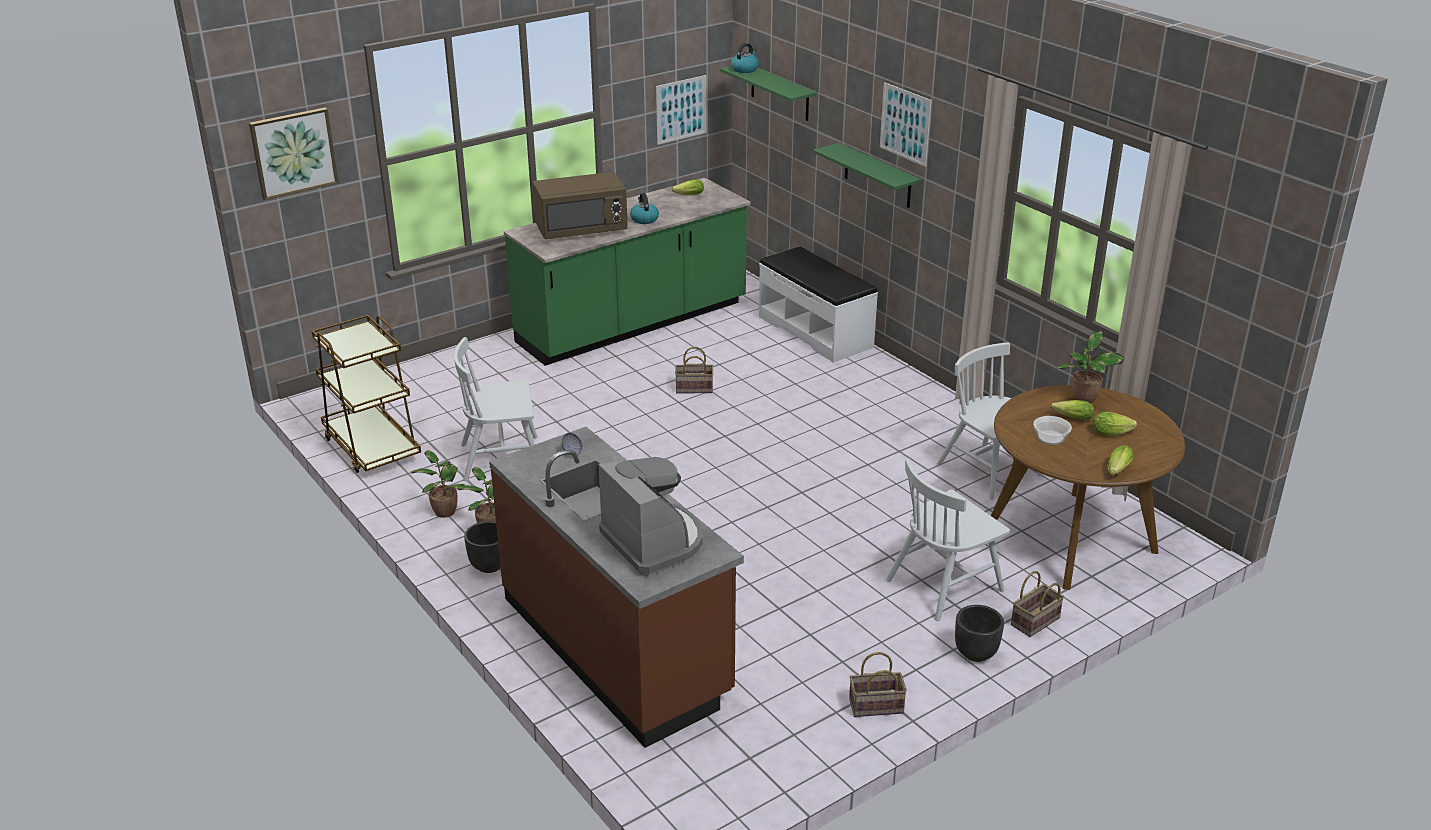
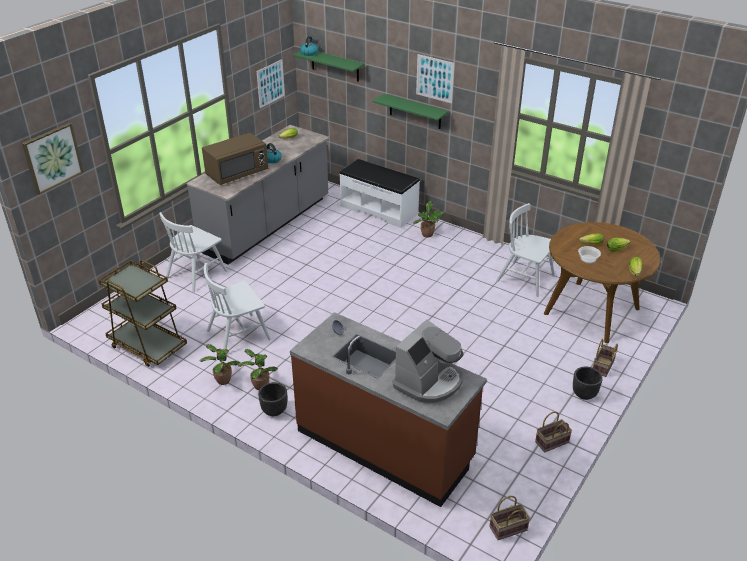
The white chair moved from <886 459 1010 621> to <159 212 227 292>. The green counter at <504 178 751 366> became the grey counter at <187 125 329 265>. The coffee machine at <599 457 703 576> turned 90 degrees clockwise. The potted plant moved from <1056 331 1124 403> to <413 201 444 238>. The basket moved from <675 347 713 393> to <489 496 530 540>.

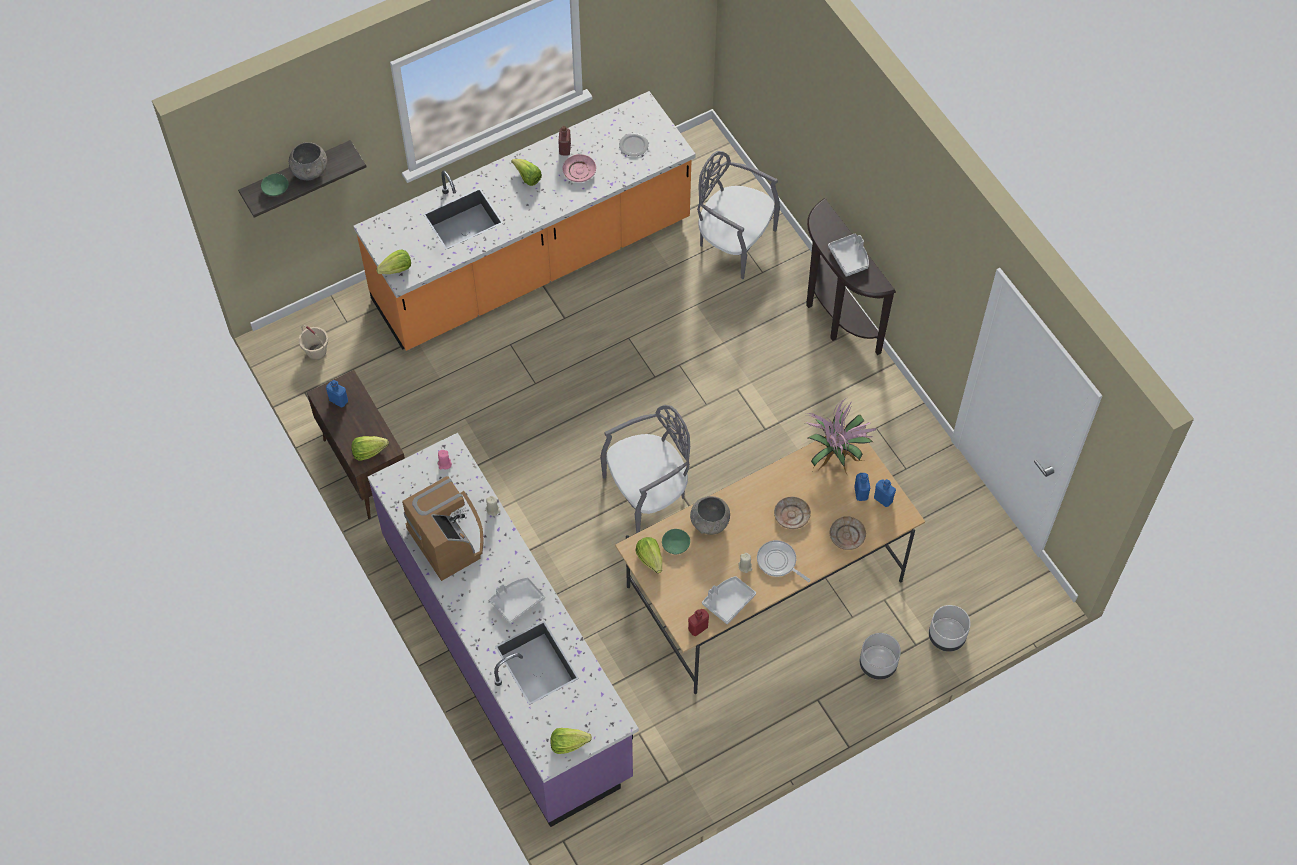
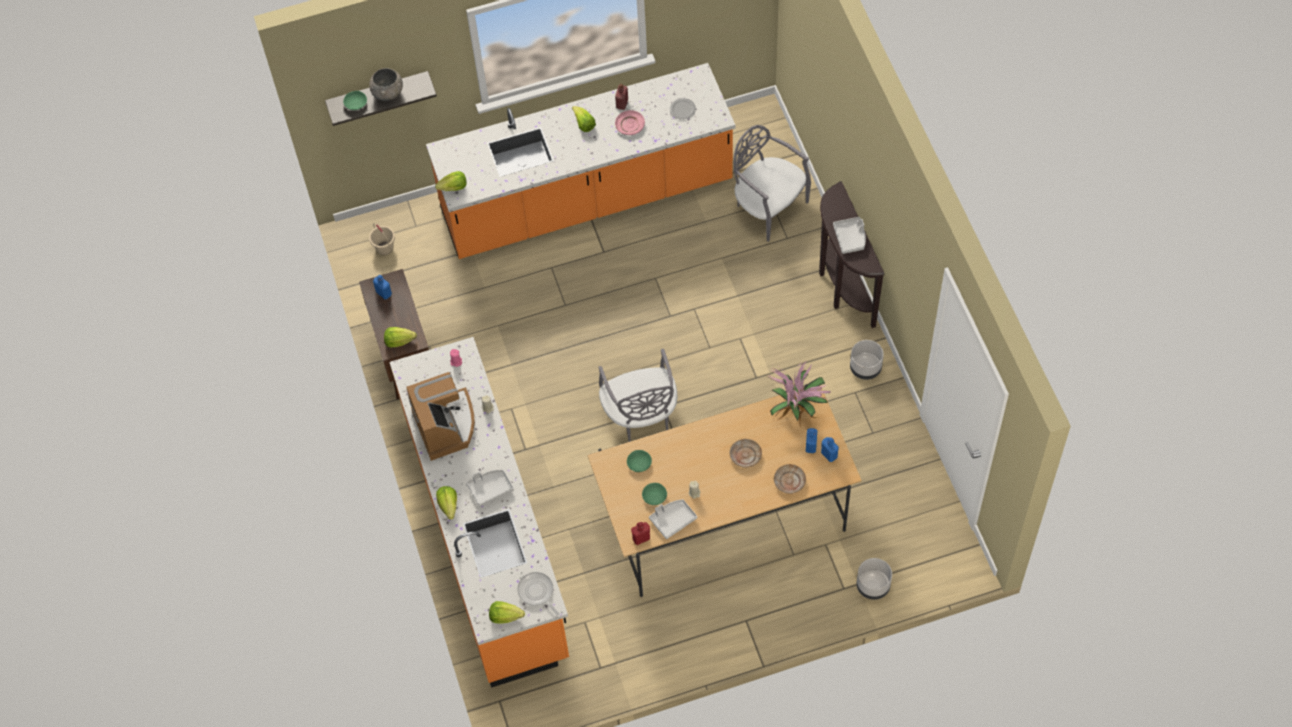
The purple counter at <368 433 639 827> became the orange counter at <390 337 569 688>. The lettuce moved from <636 537 662 573> to <436 486 457 519>. The frying pan moved from <757 540 810 582> to <517 572 560 616>. The grey chair at <600 405 690 533> turned 90 degrees clockwise. The green bowl at <642 483 667 505> appeared. The grey planter moved from <860 633 901 680> to <850 340 884 380>. The grey bowl at <690 496 730 535> disappeared.

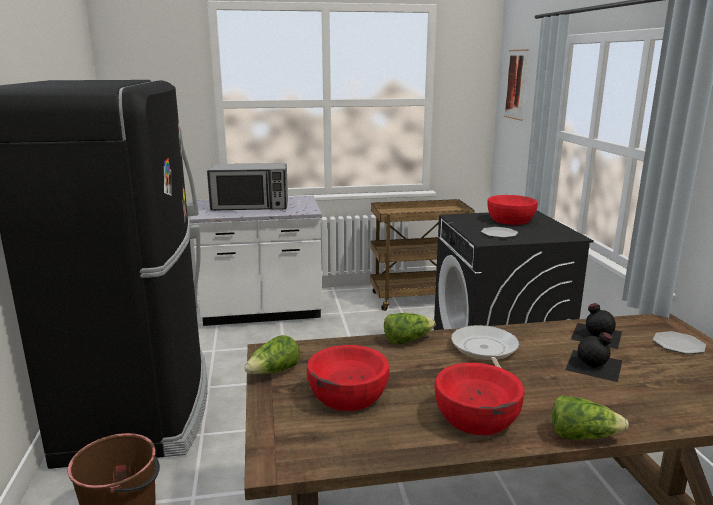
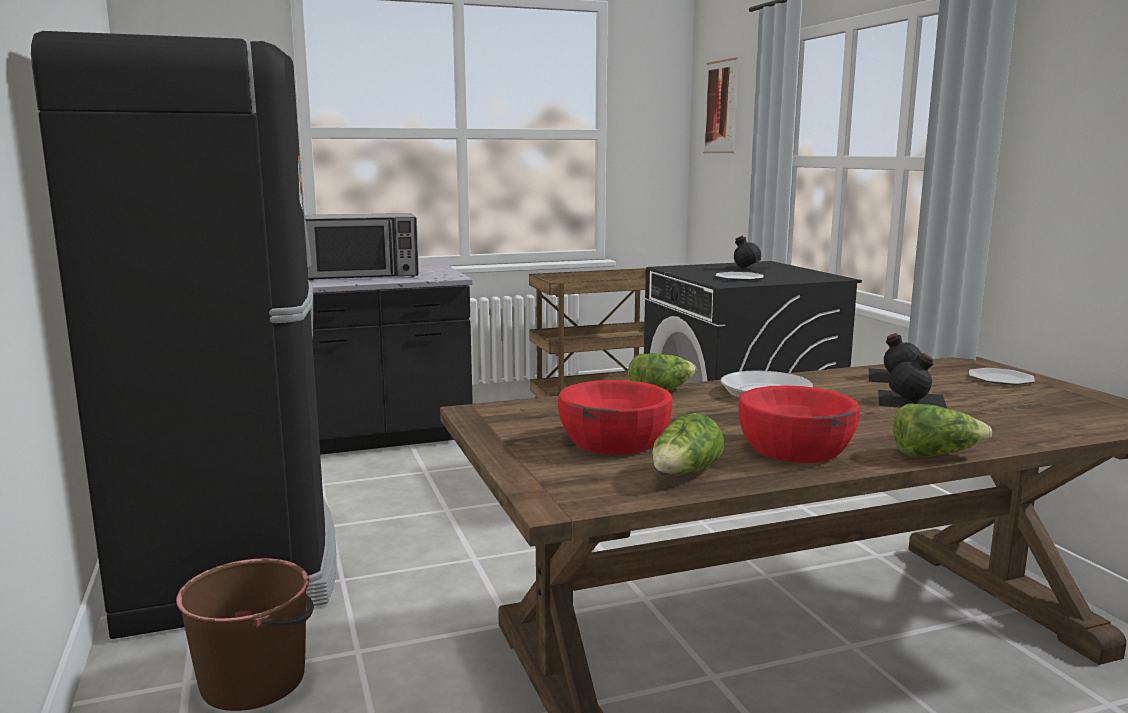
The white counter at <190 196 322 326> became the black counter at <308 265 473 455>. The lettuce moved from <244 335 300 374> to <652 413 724 474>. The red bowl at <487 195 538 225> was replaced by the black bottle at <720 236 770 272>.

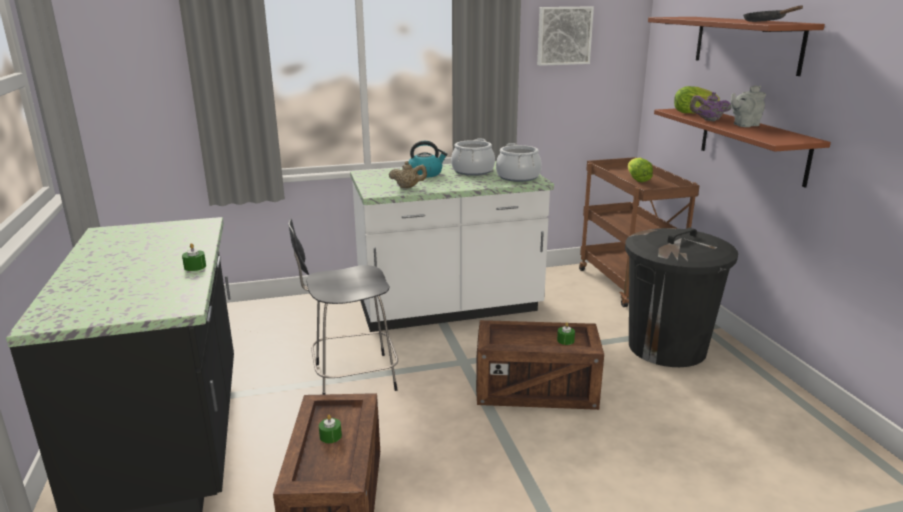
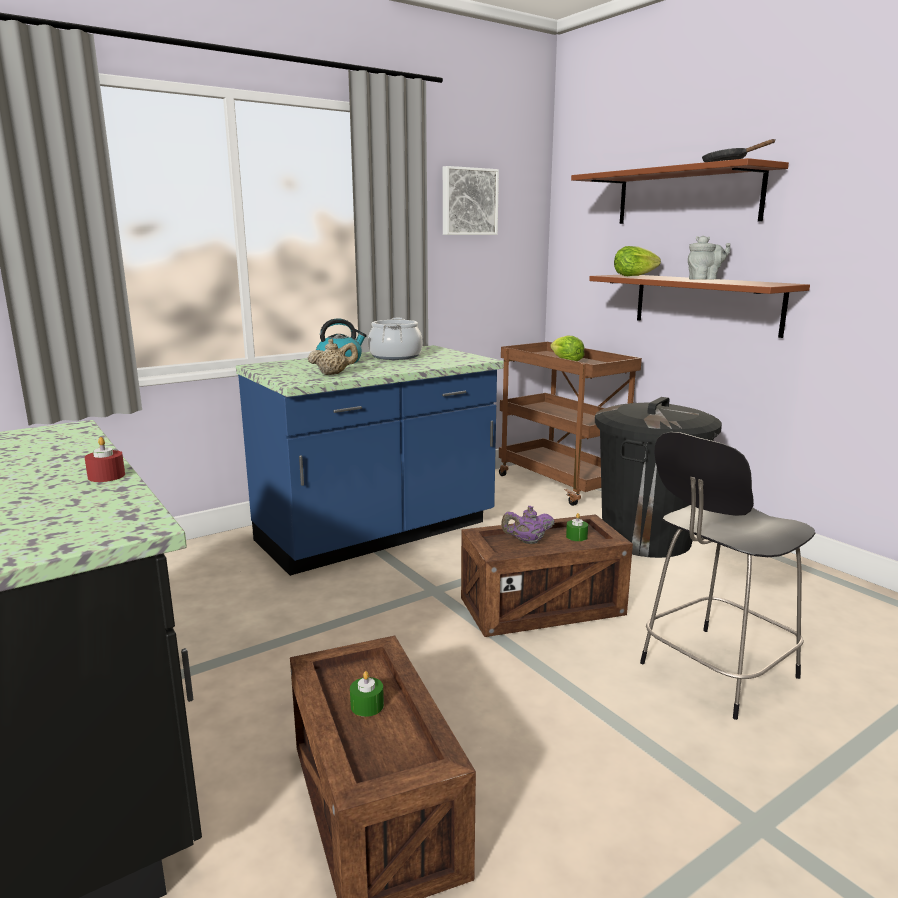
The green candle at <182 243 206 271> became the red candle at <84 437 125 482>. The white counter at <350 161 554 332> became the blue counter at <236 345 504 576>. The purple teapot moved from <690 92 731 121> to <501 506 554 544>. The black chair moved from <288 219 398 395> to <640 432 816 720>. The grey teapot at <731 85 766 127> turned 150 degrees counterclockwise. The cooking pot at <496 143 542 182> disappeared.

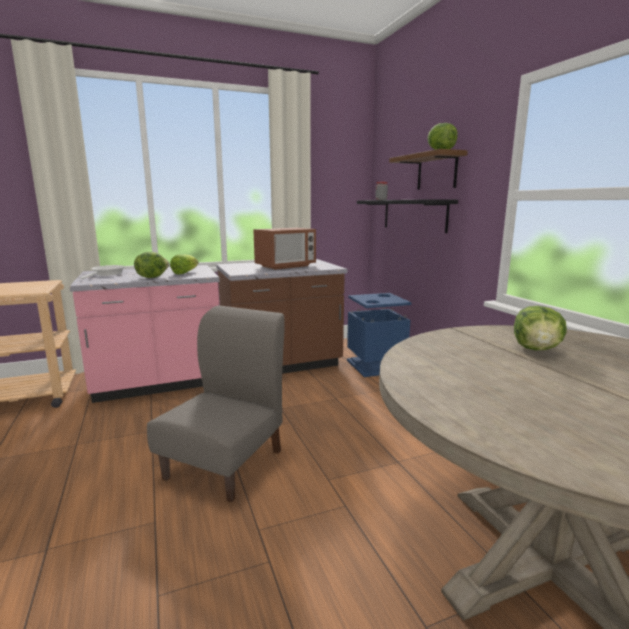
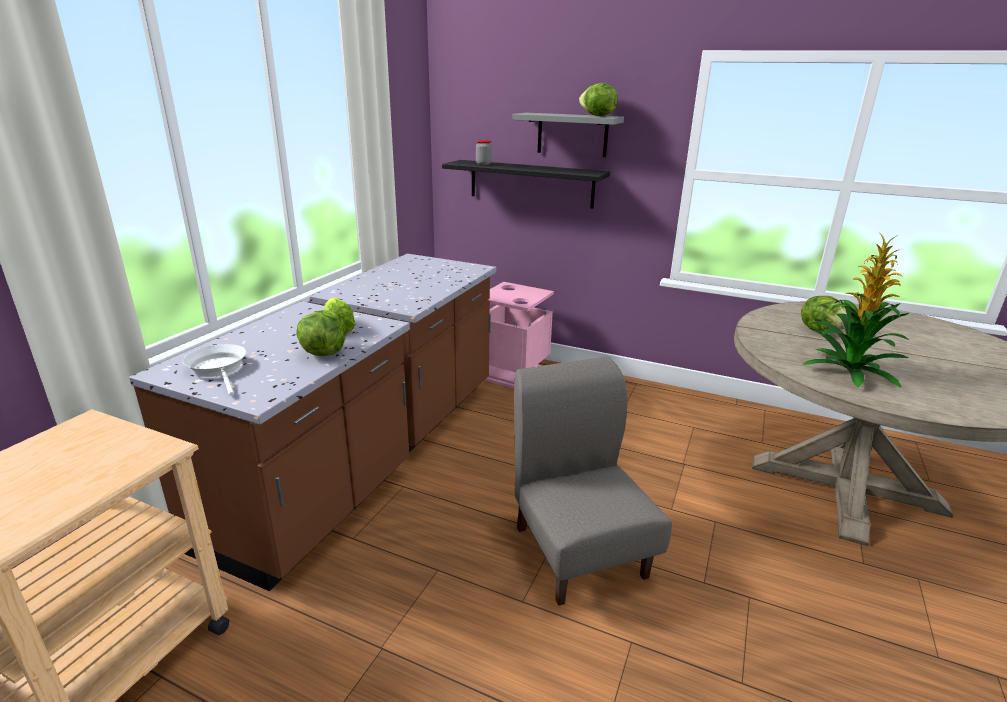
The pink counter at <69 265 220 403> became the brown counter at <129 301 410 591>. The blue trash can at <347 293 412 377> became the pink trash can at <484 282 554 389>. The brown shelf at <389 149 468 190> became the grey shelf at <512 113 624 157>. The potted plant at <803 235 909 387> appeared. The microwave at <253 228 316 270> disappeared.

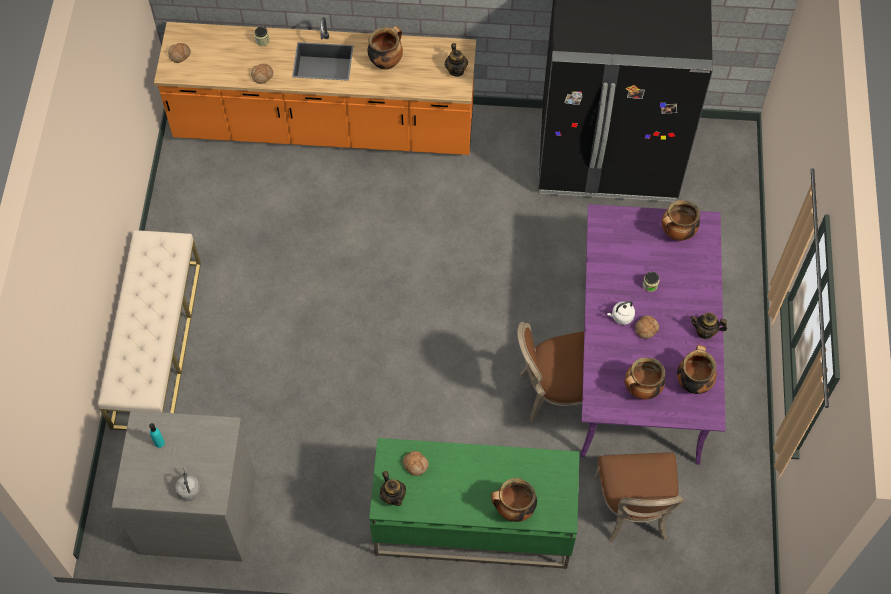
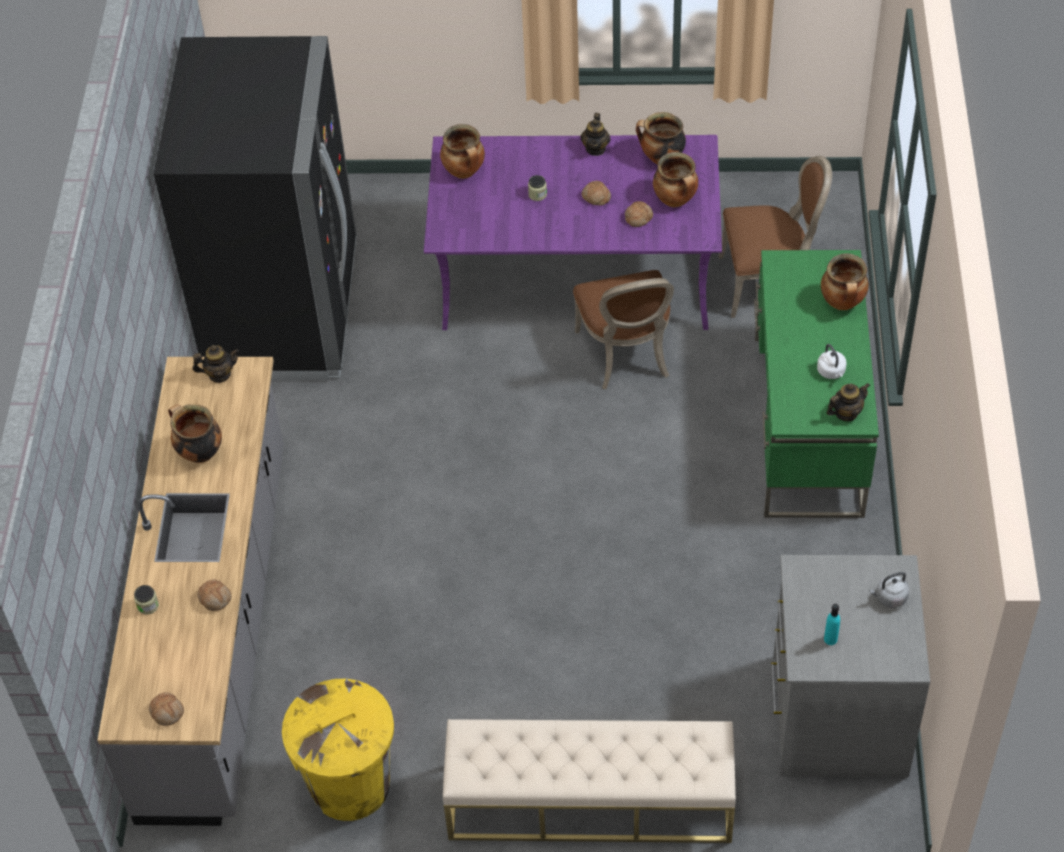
The orange counter at <154 17 476 155> became the grey counter at <97 357 284 826>. The yellow trash can at <282 679 394 821> appeared. The bread moved from <403 451 429 476> to <625 201 653 227>. The white kettle moved from <607 301 635 325> to <817 344 846 379>.

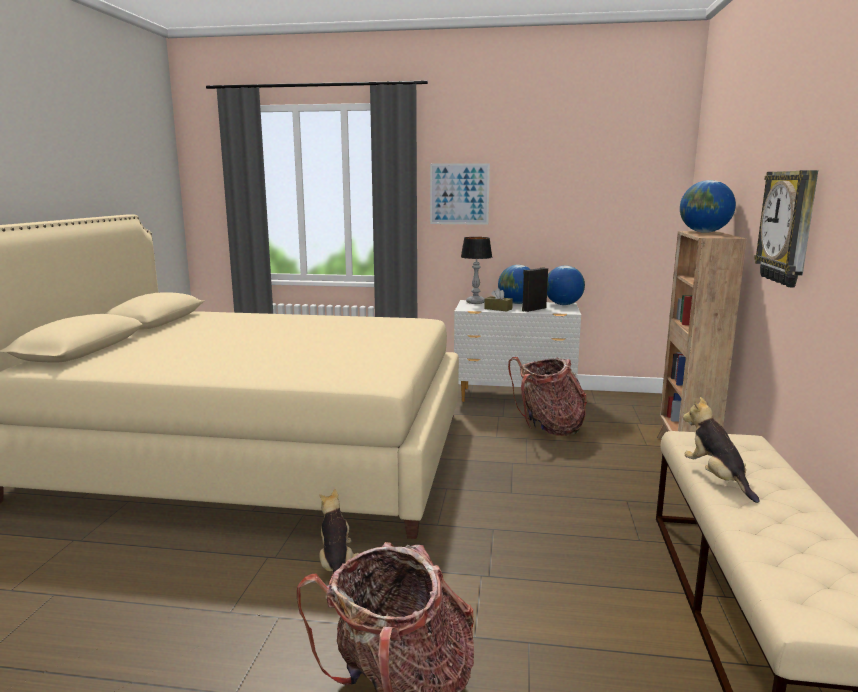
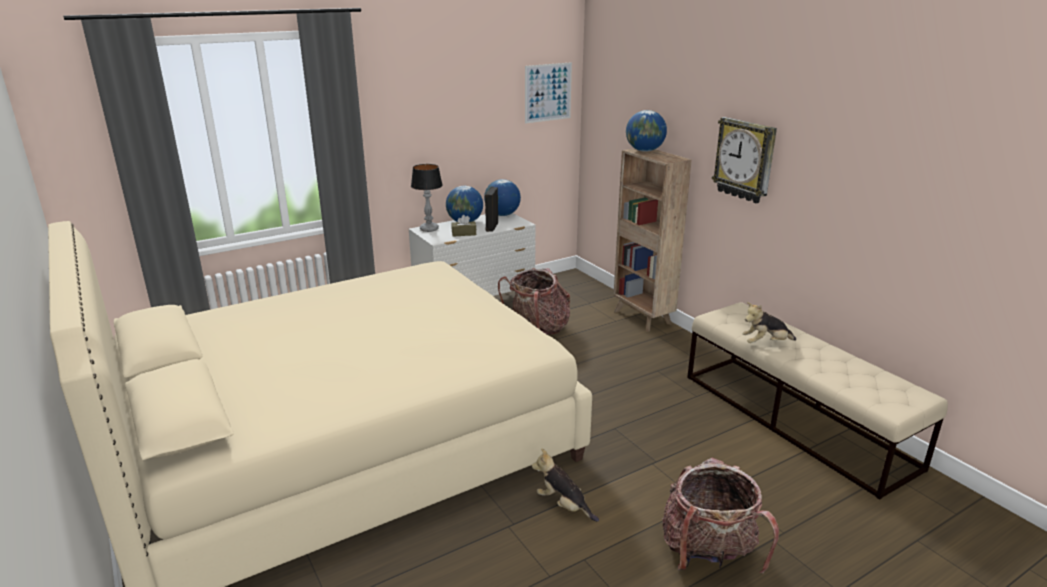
The picture moved from <430 163 490 225> to <525 62 572 123>. The plush toy at <683 397 760 503> turned 45 degrees counterclockwise.

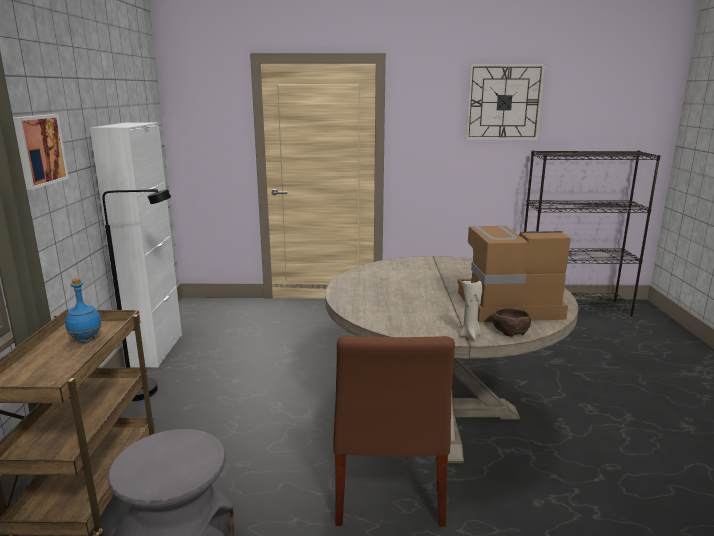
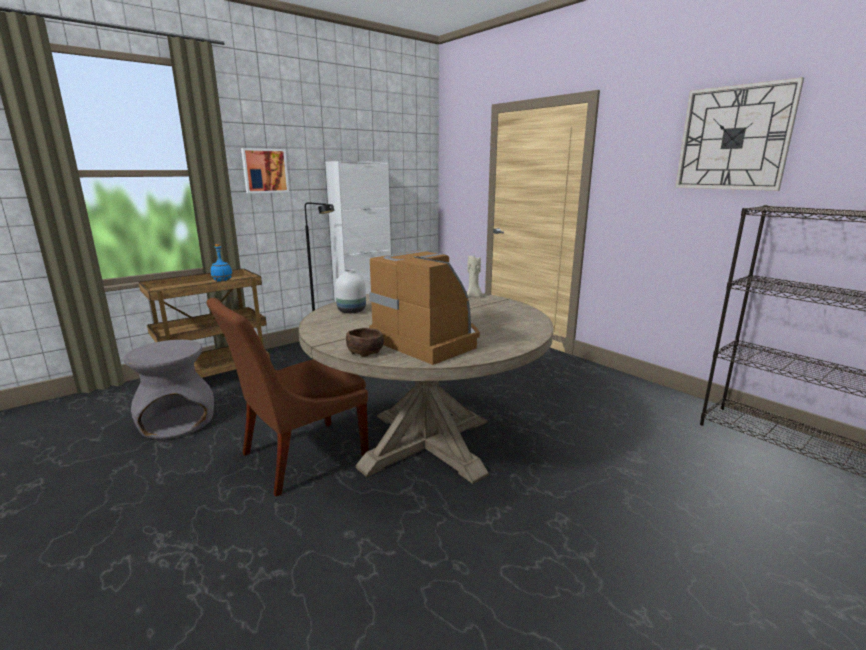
The white vase at <335 269 366 313> appeared. The beige candle moved from <459 278 482 340> to <467 254 482 298>.

